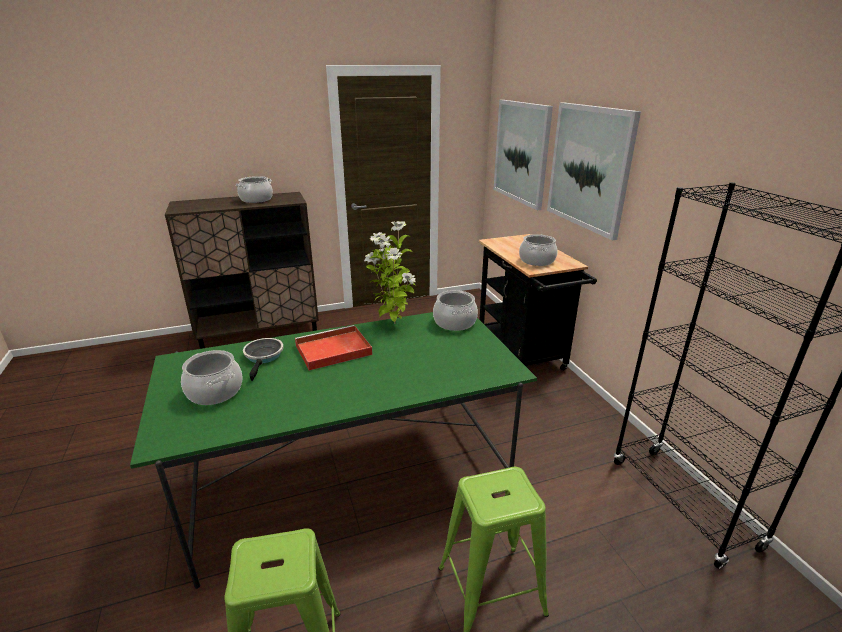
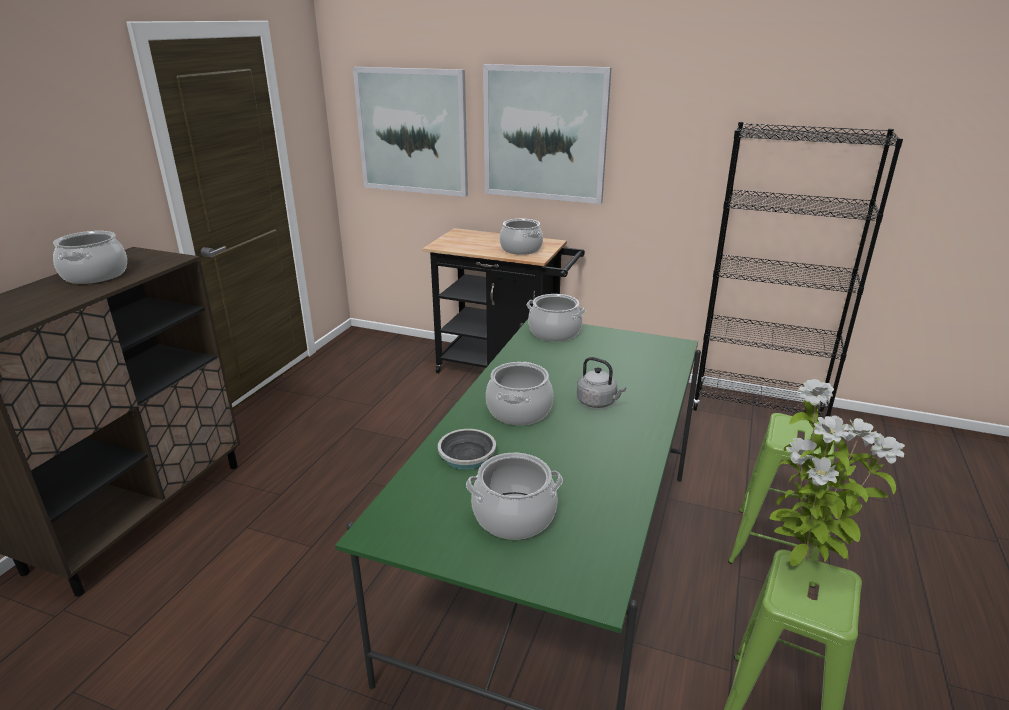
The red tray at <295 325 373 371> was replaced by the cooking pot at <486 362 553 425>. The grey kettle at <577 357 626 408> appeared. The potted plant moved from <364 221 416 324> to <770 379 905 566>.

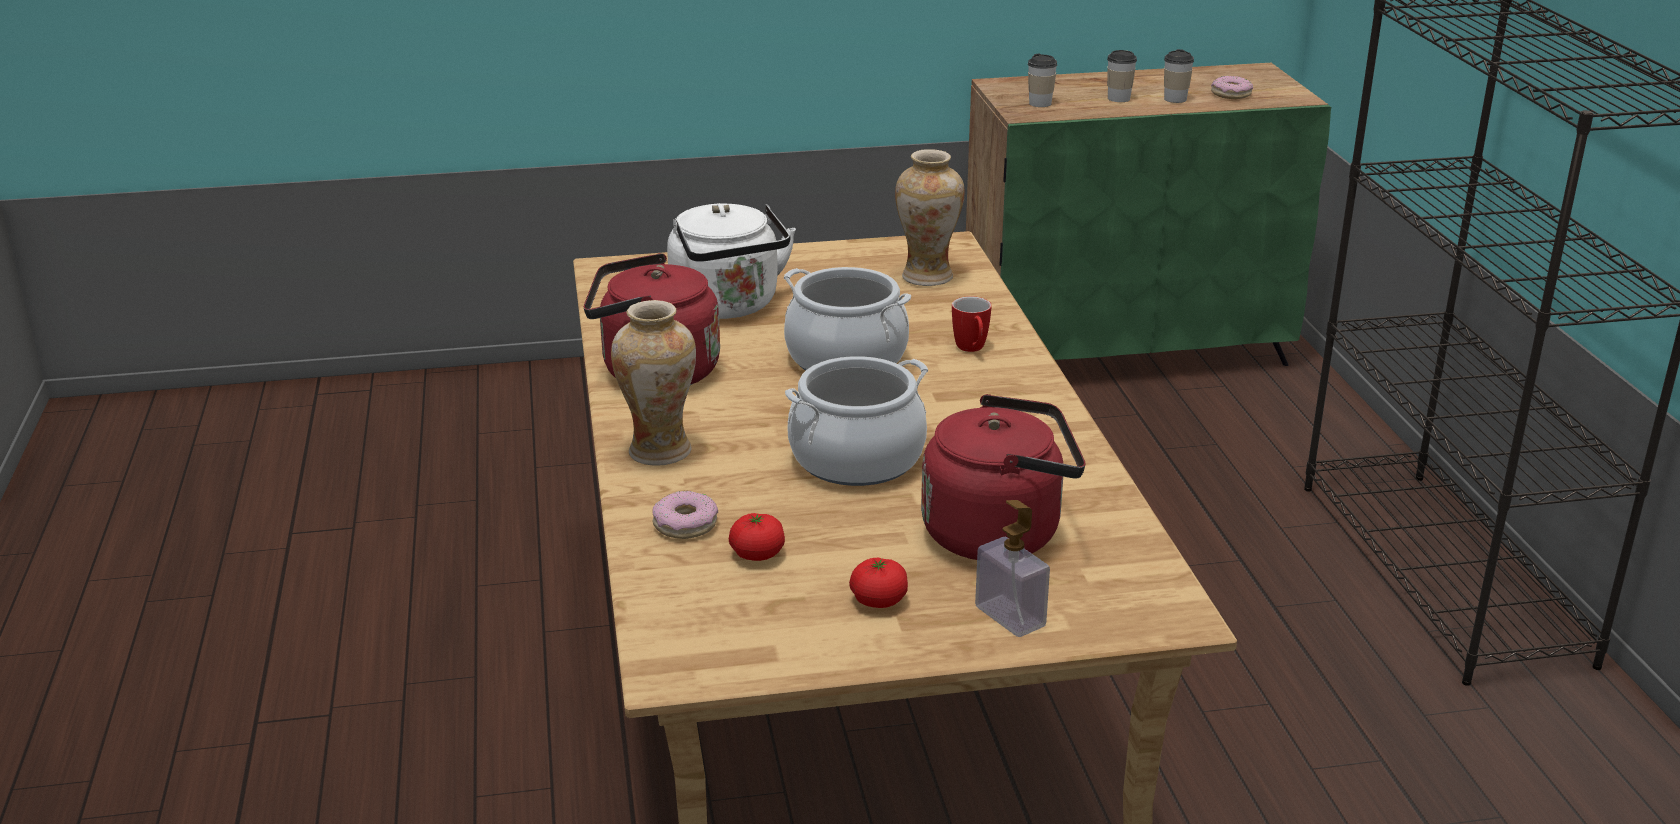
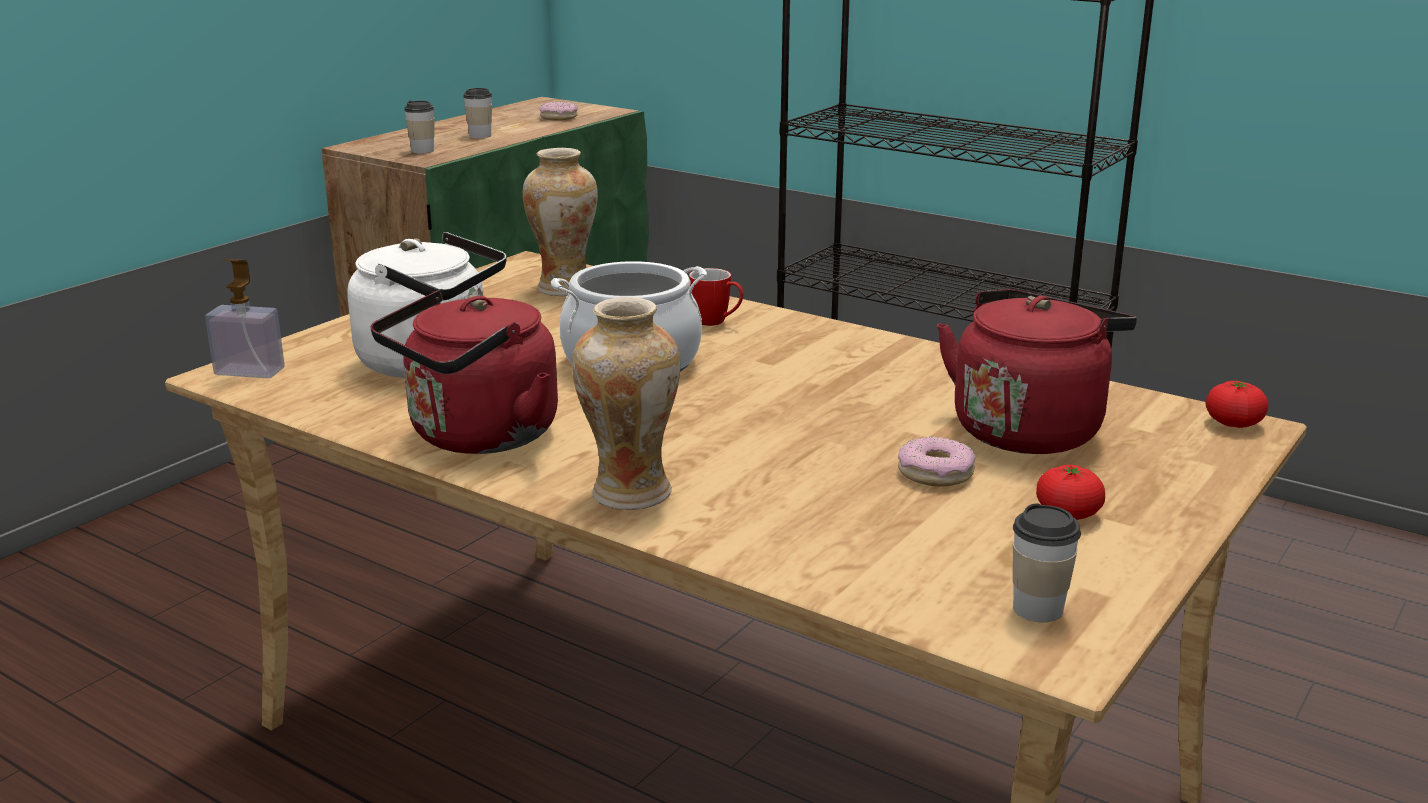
The soap dispenser moved from <975 500 1050 637> to <205 259 284 378>. The donut moved from <653 491 718 539> to <898 436 976 486>. The cup moved from <1164 49 1194 103> to <1013 503 1081 622>. The tomato moved from <729 513 785 561> to <1206 381 1269 428>. The cooking pot at <785 356 928 486> disappeared.

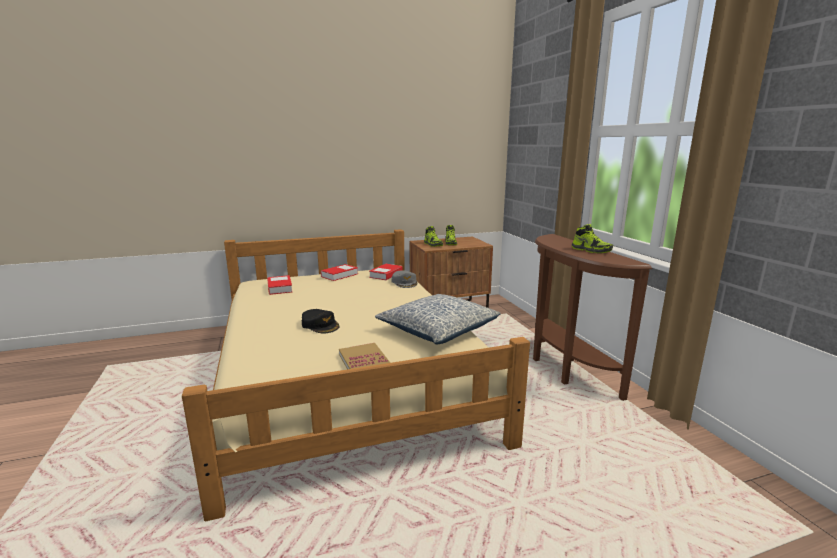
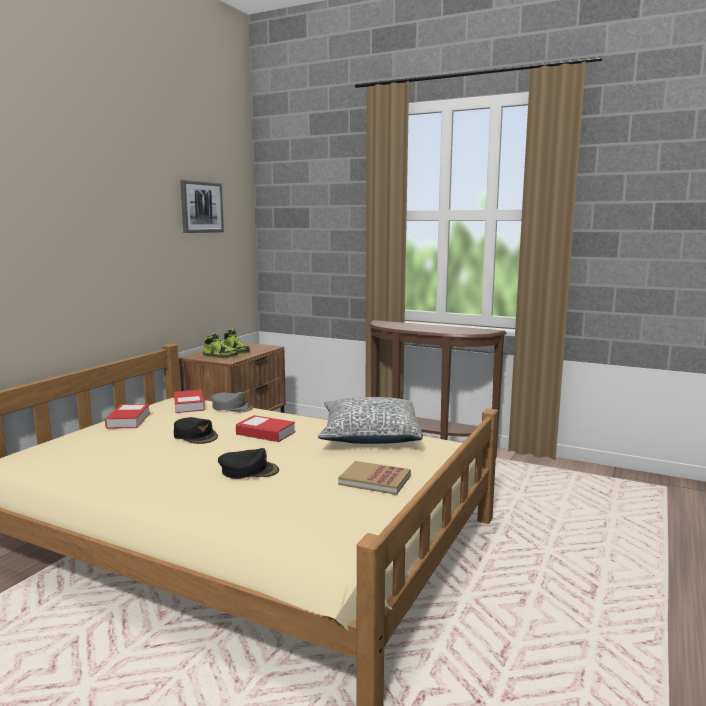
The black cap at <174 417 218 444> appeared. The picture at <180 180 224 233> appeared. The book moved from <267 275 292 295> to <236 415 295 442>. The shoe at <572 224 613 253> disappeared.

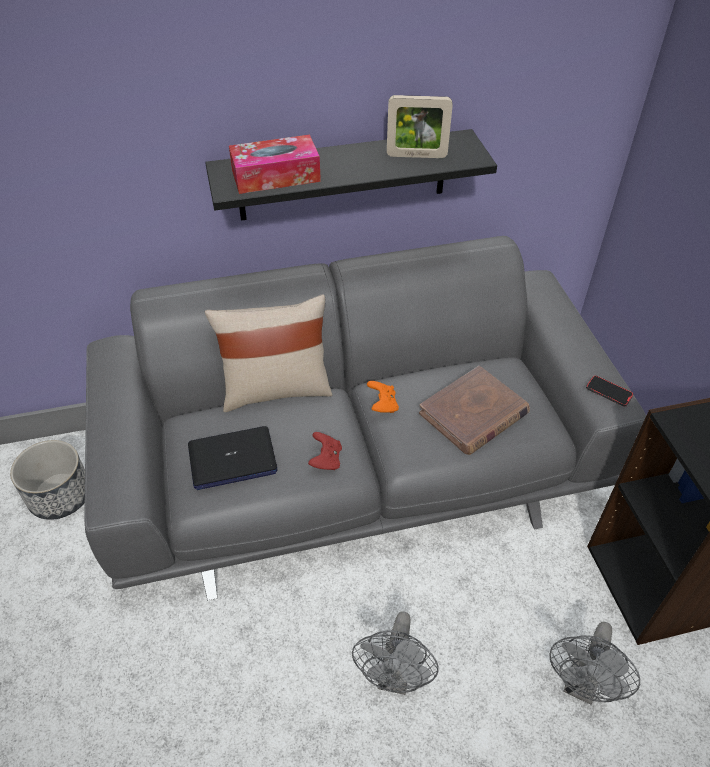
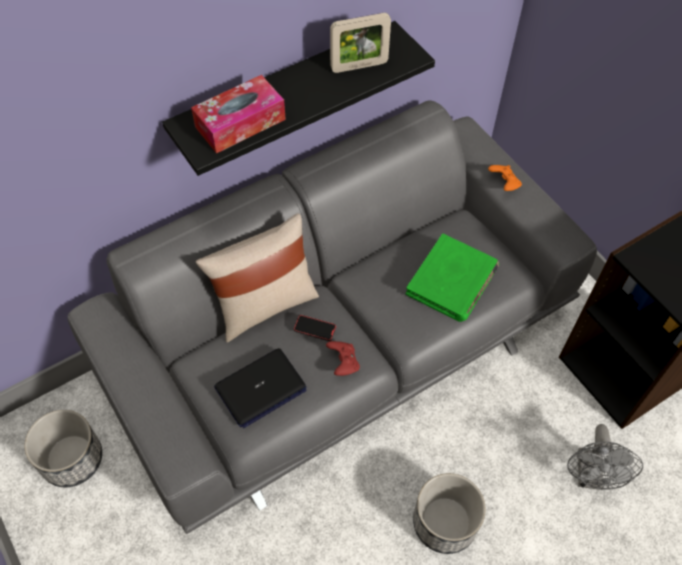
The phone moved from <586 375 633 407> to <294 315 336 341>. The brown book at <419 366 530 455> became the green book at <406 234 499 322>. The grey fan at <352 611 439 695> was replaced by the planter at <413 473 486 554>. The orange game controller moved from <367 381 399 413> to <488 165 522 191>.

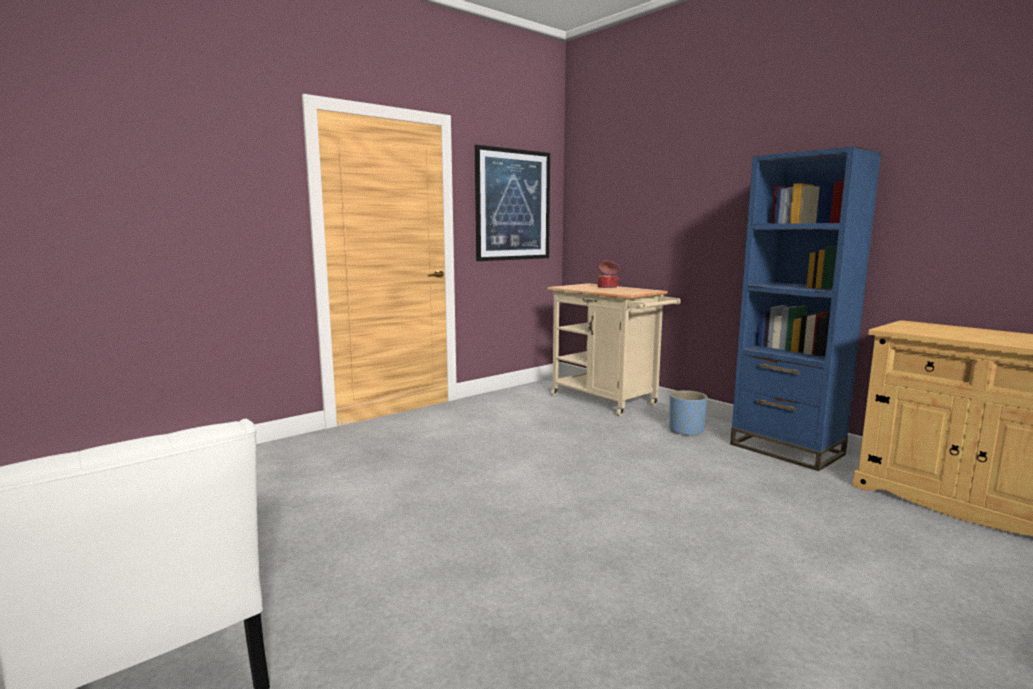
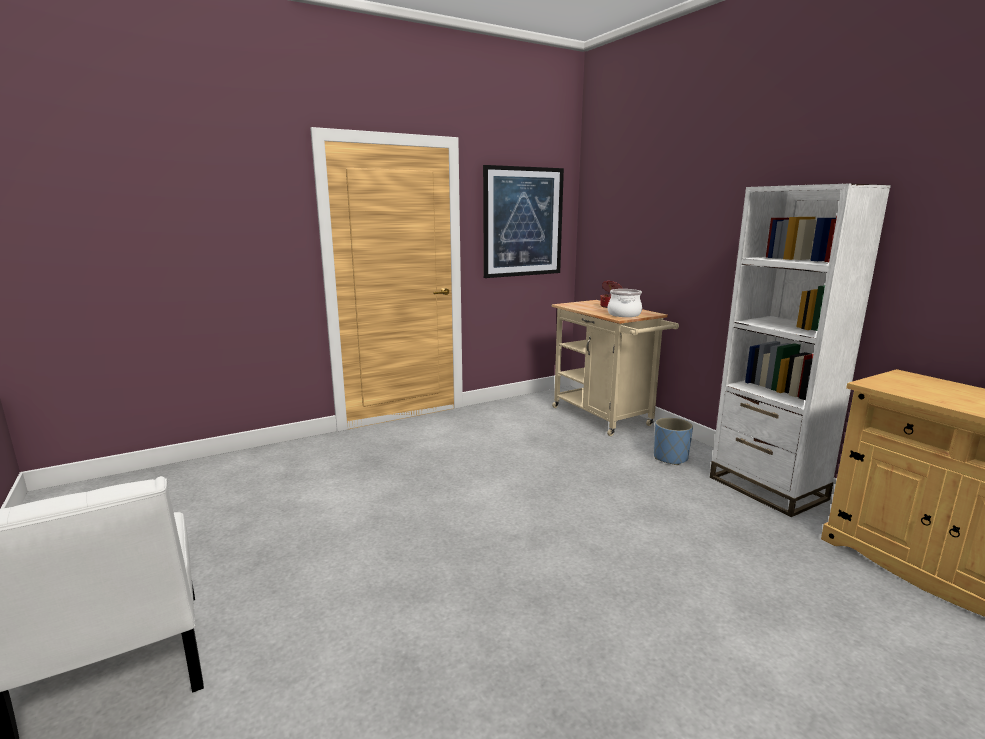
The cooking pot at <608 289 642 317> appeared. The blue bookcase at <730 147 881 471> became the white bookcase at <710 183 891 517>.

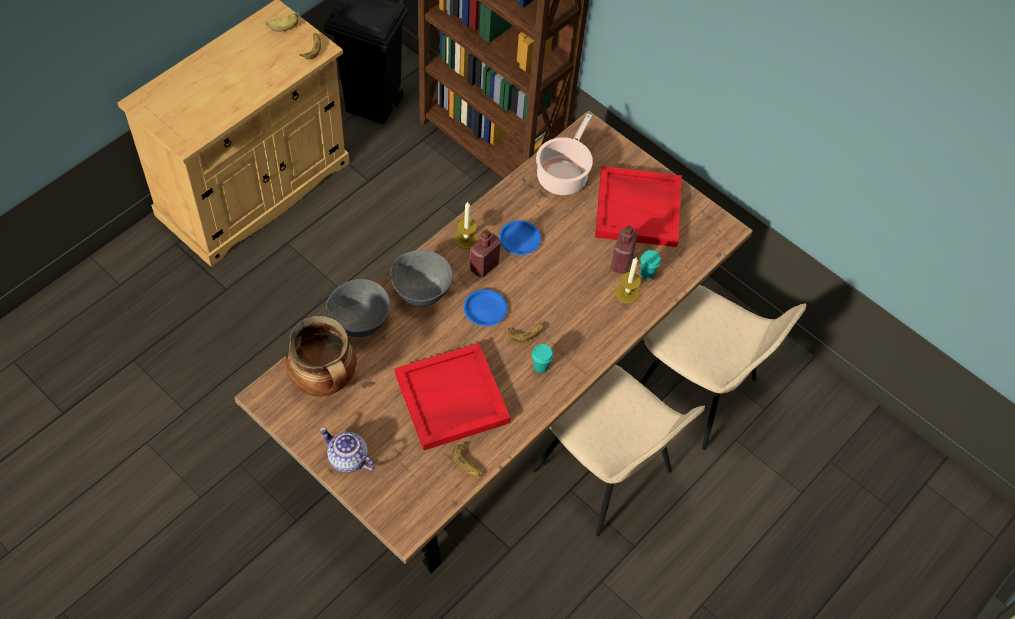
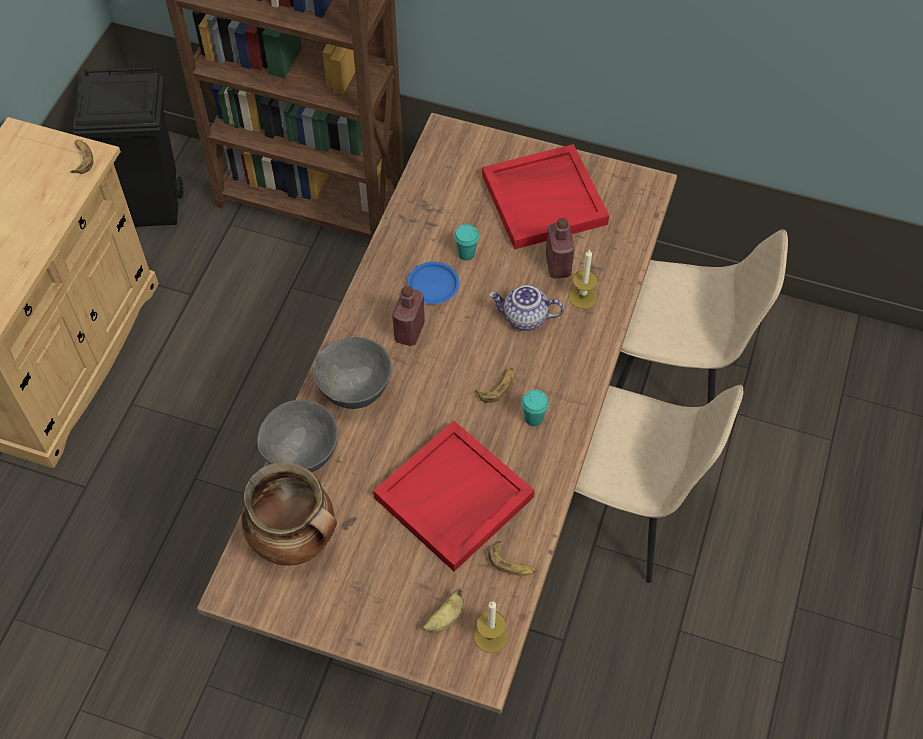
The banana moved from <266 12 299 32> to <423 589 464 632>. The turquoise cup moved from <640 250 661 279> to <454 224 479 260>. The candle moved from <455 202 478 249> to <474 601 508 653>. The teapot moved from <319 428 375 473> to <489 285 564 331>. The blue plate at <464 289 507 326> disappeared. The cooking pot at <536 113 593 195> disappeared.

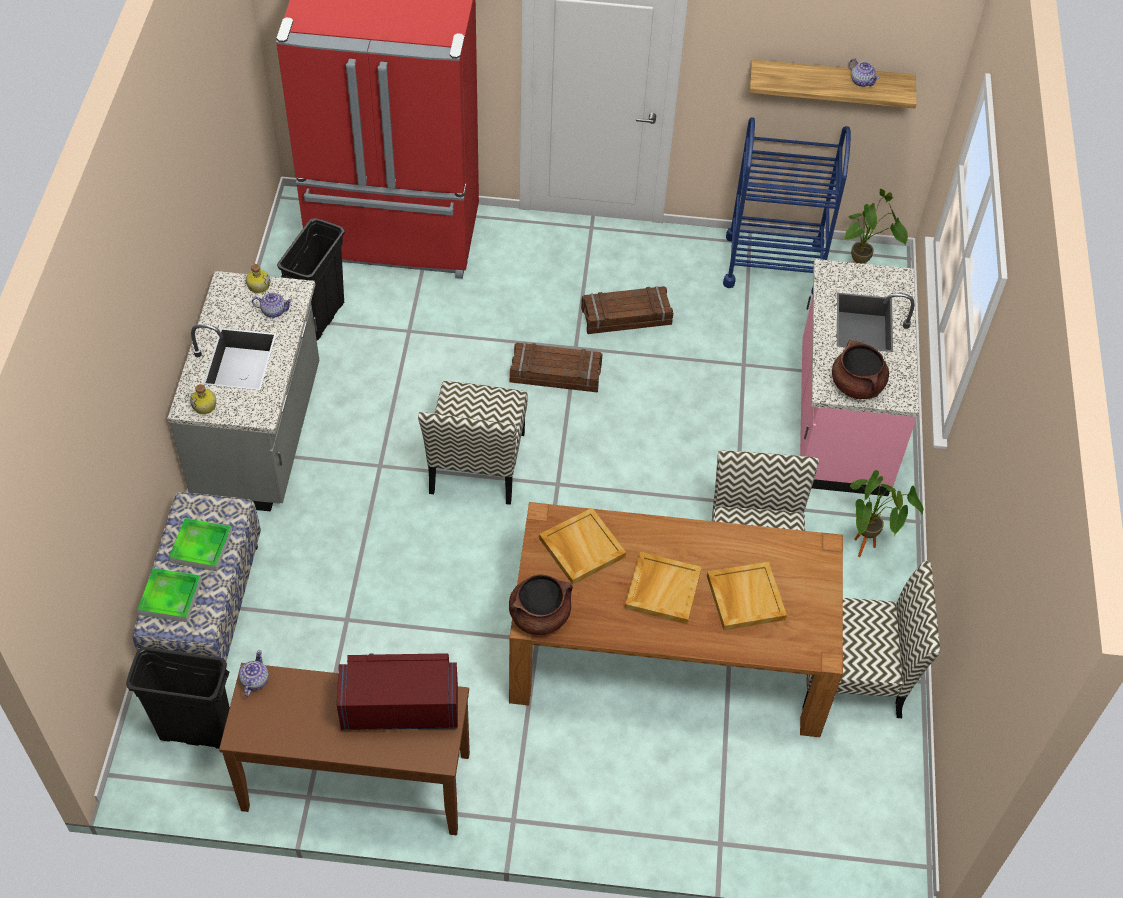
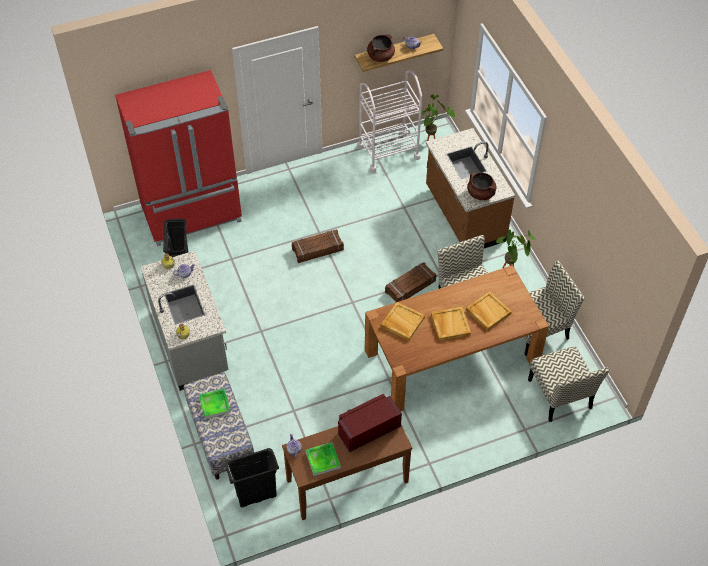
The tray moved from <137 568 202 622> to <306 442 341 476>. The blue cart at <723 117 851 295> became the white cart at <357 71 422 173>. The brown cooking pot moved from <509 574 573 635> to <367 34 395 62>. The crate moved from <581 286 673 334> to <385 263 436 302>. The pink counter at <800 259 919 496> became the brown counter at <426 128 515 248>. The chair moved from <418 381 527 505> to <528 346 610 422>.

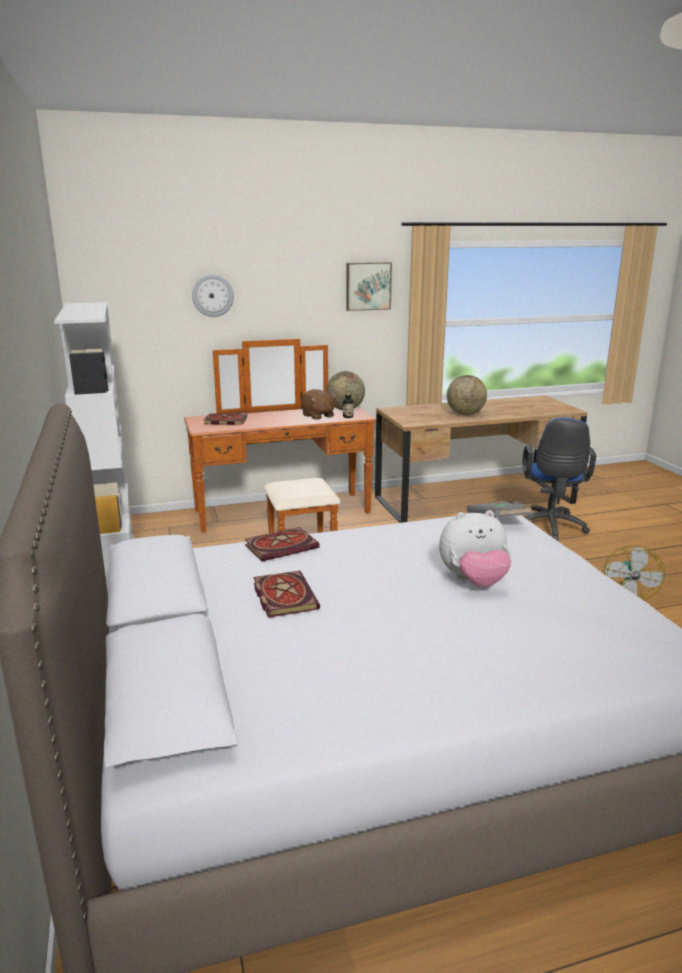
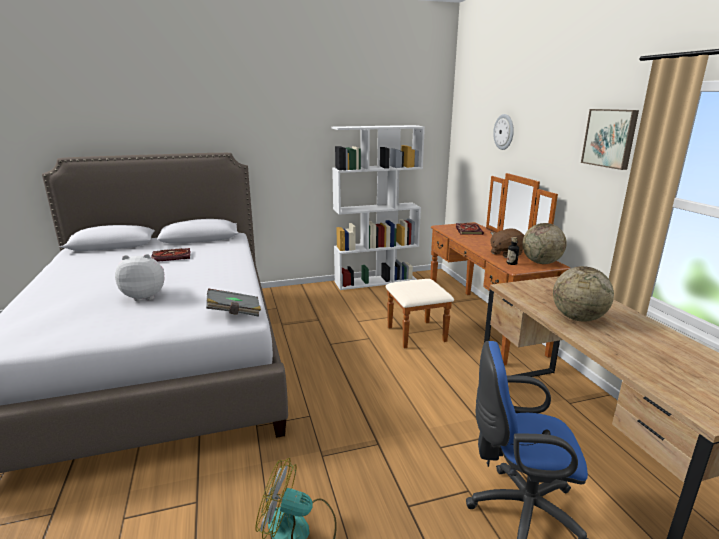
The plush toy at <439 510 511 587> turned 90 degrees clockwise. The book at <245 527 320 561> disappeared.

